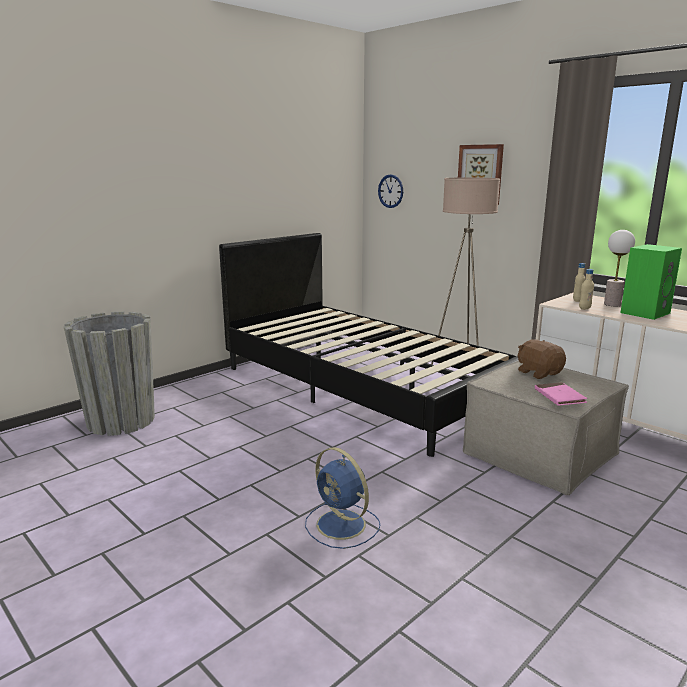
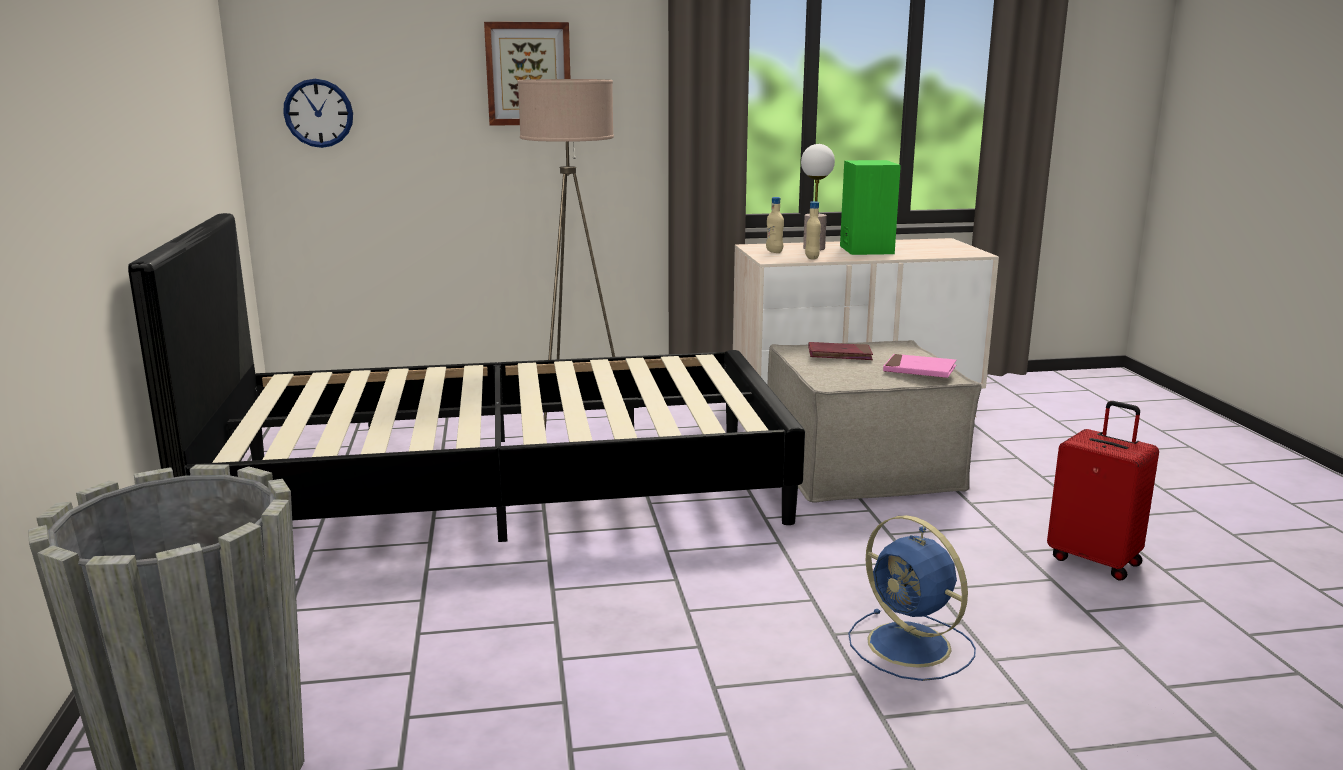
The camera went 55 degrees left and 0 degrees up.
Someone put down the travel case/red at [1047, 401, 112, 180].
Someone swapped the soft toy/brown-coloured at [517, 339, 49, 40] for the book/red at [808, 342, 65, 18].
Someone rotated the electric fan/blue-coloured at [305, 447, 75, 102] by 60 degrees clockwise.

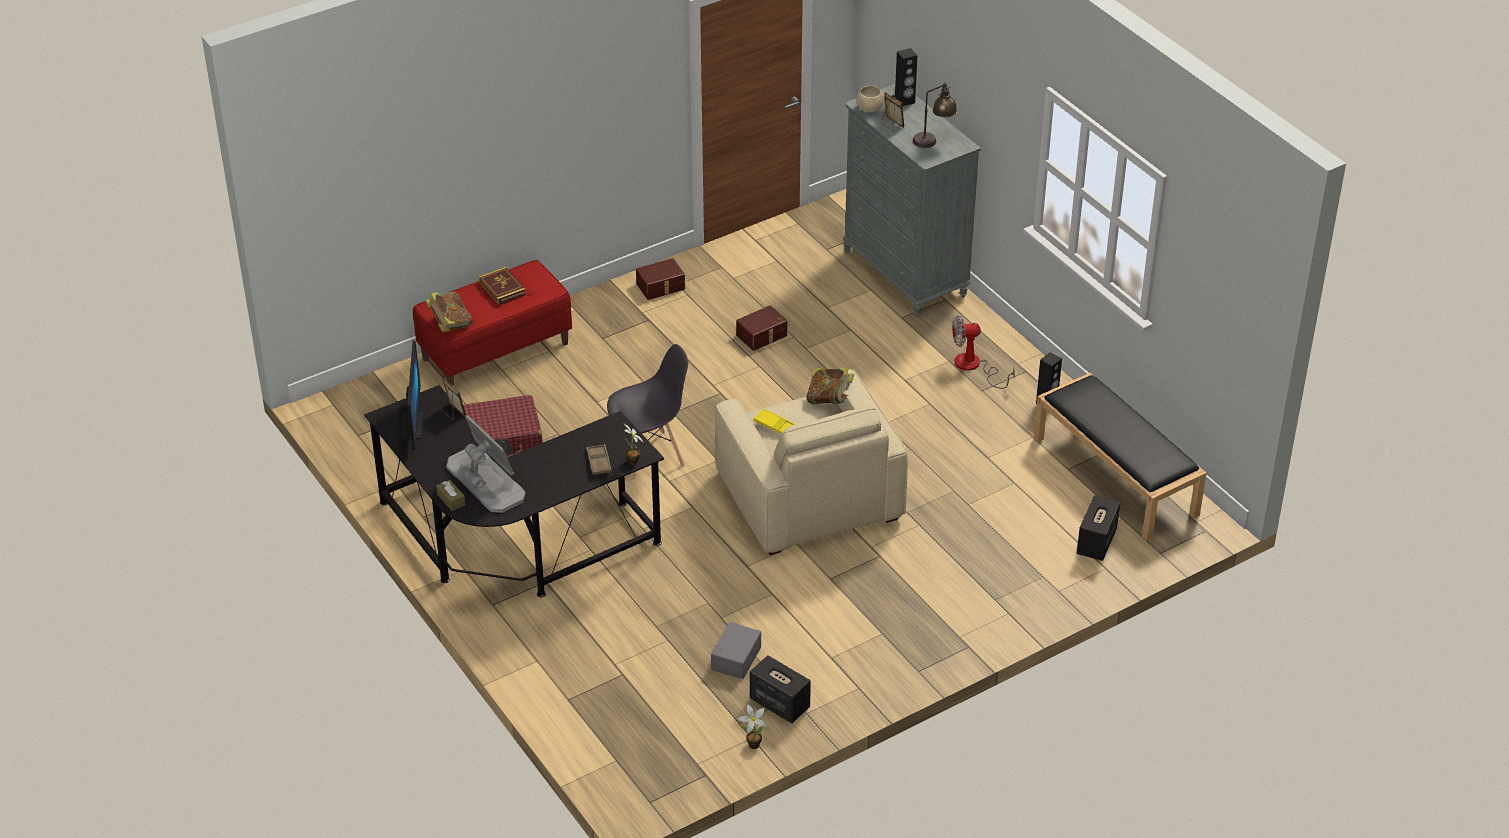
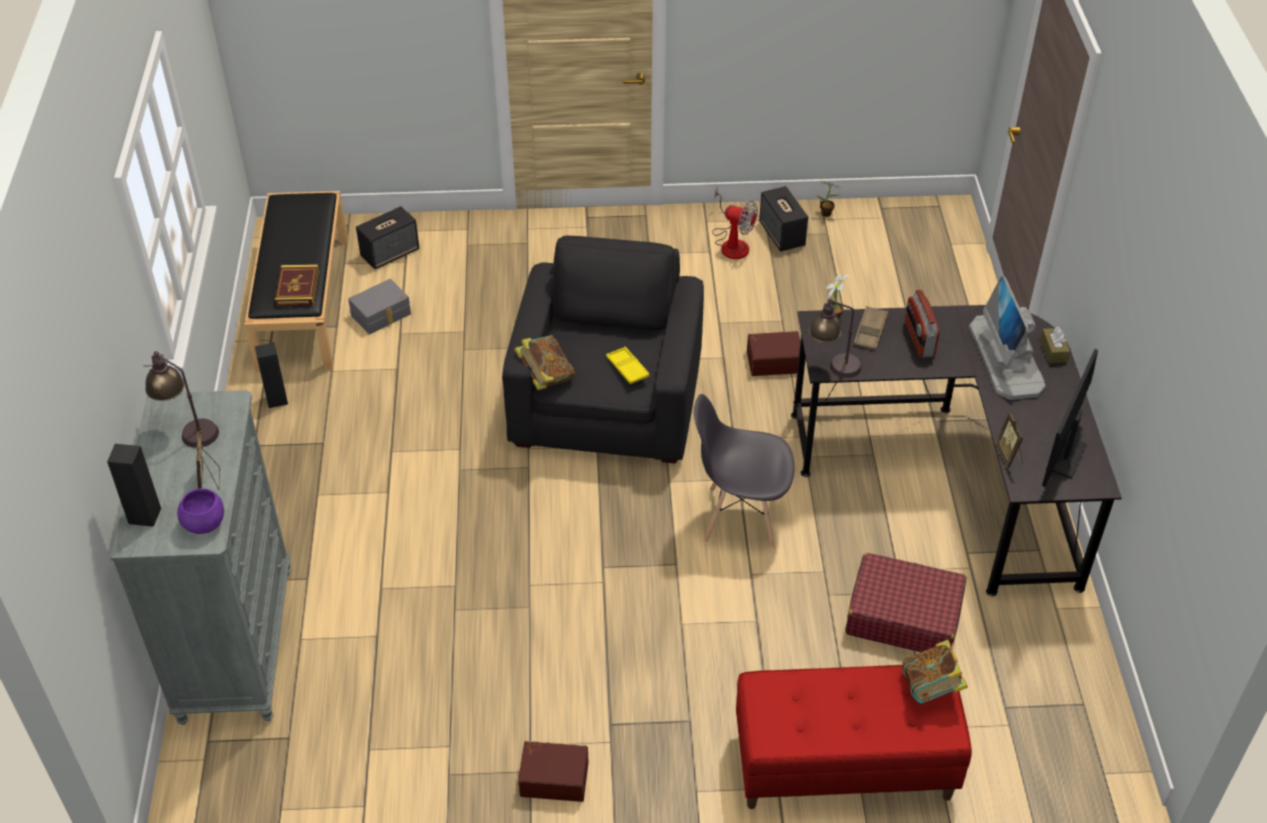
The camera went 150 degrees left and 5 degrees up.
Someone put down the tabletop lamp at [808, 298, 54, 80].
Someone put down the radio set at [905, 290, 35, 68].
Someone carried the book from [479, 267, 47, 38] to [275, 264, 44, 42].
Someone carried the storage box/greyish from [711, 622, 50, 57] to [348, 279, 63, 55].
Someone carried the storage box/brown-coloured from [736, 305, 51, 46] to [747, 331, 53, 45].
Someone carried the electric fan from [952, 315, 63, 74] to [712, 186, 46, 73].
Someone repainted the lounge chair/beige-coloured at [715, 369, 193, 186], which became the lounge chair/blackish at [502, 235, 202, 229].
Someone repainted the serving bowl/beige-coloured at [857, 86, 27, 26], which became the serving bowl/purplish at [177, 488, 47, 46].

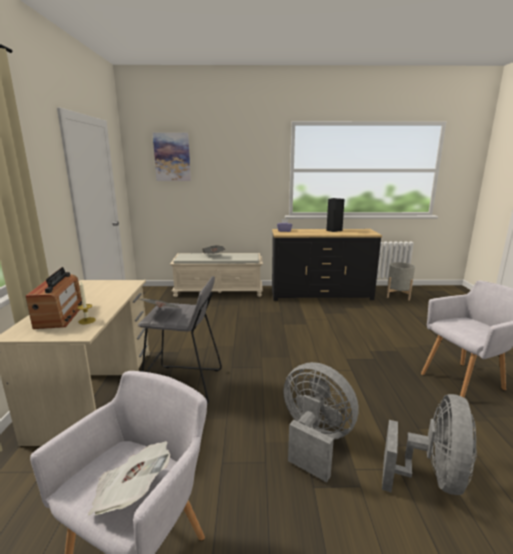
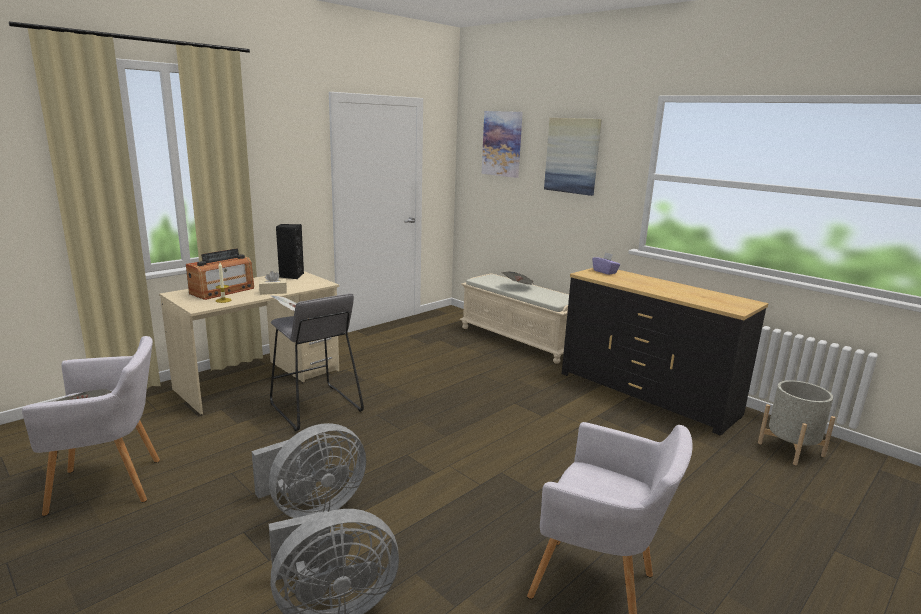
The camera went 45 degrees right and 0 degrees up.
Someone put down the tissue holder/beige-coloured at [259, 271, 28, 24].
Someone put up the wall picture at [544, 118, 58, 78].
Someone carried the audio speaker/blackish from [326, 198, 19, 34] to [276, 224, 28, 55].
Someone rotated the electric fan/greyish at [283, 362, 76, 120] by 60 degrees clockwise.

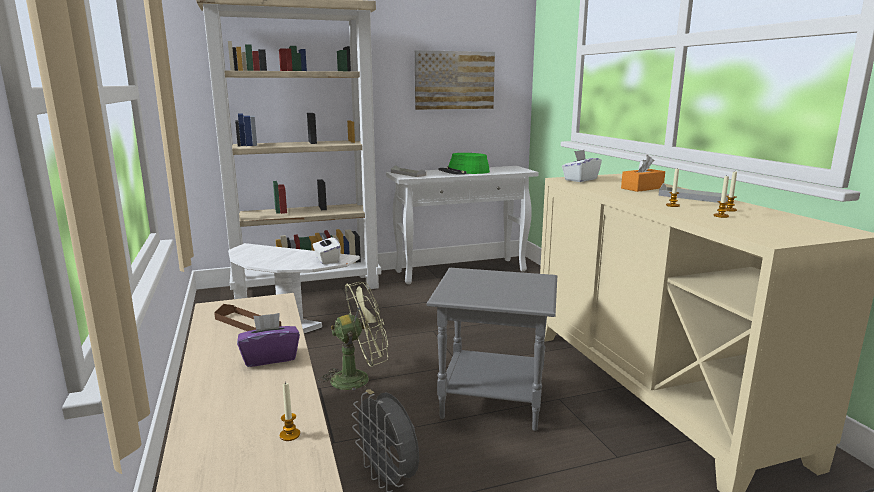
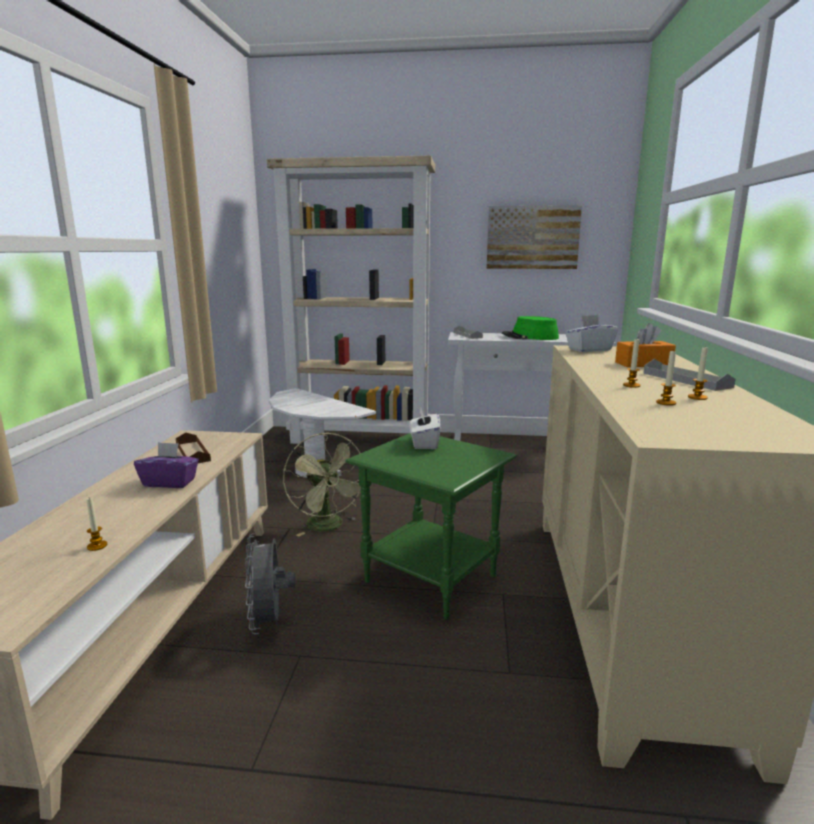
The camera went 25 degrees right and 0 degrees up.
Someone carried the tissue holder/white from [312, 234, 29, 30] to [410, 408, 31, 41].
Someone repainted the end table/greyish at [426, 268, 131, 163], which became the end table/green at [345, 433, 172, 186].
Someone rotated the electric fan/green at [318, 282, 70, 112] by 60 degrees clockwise.

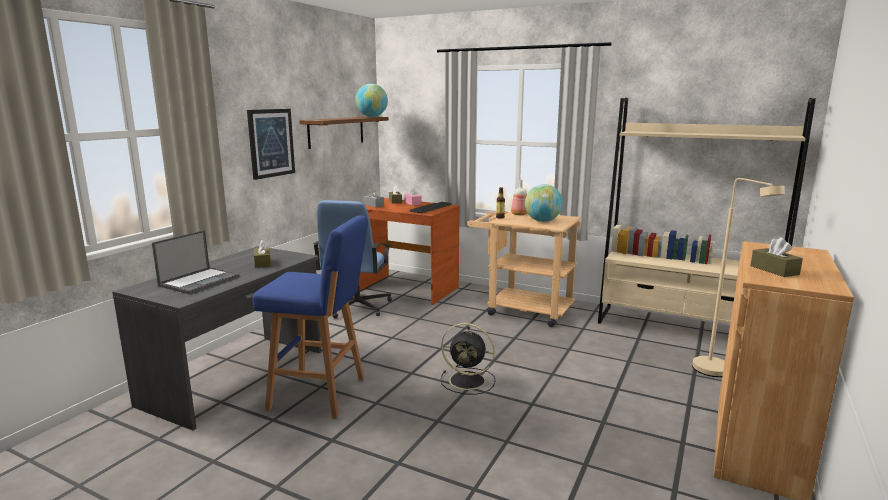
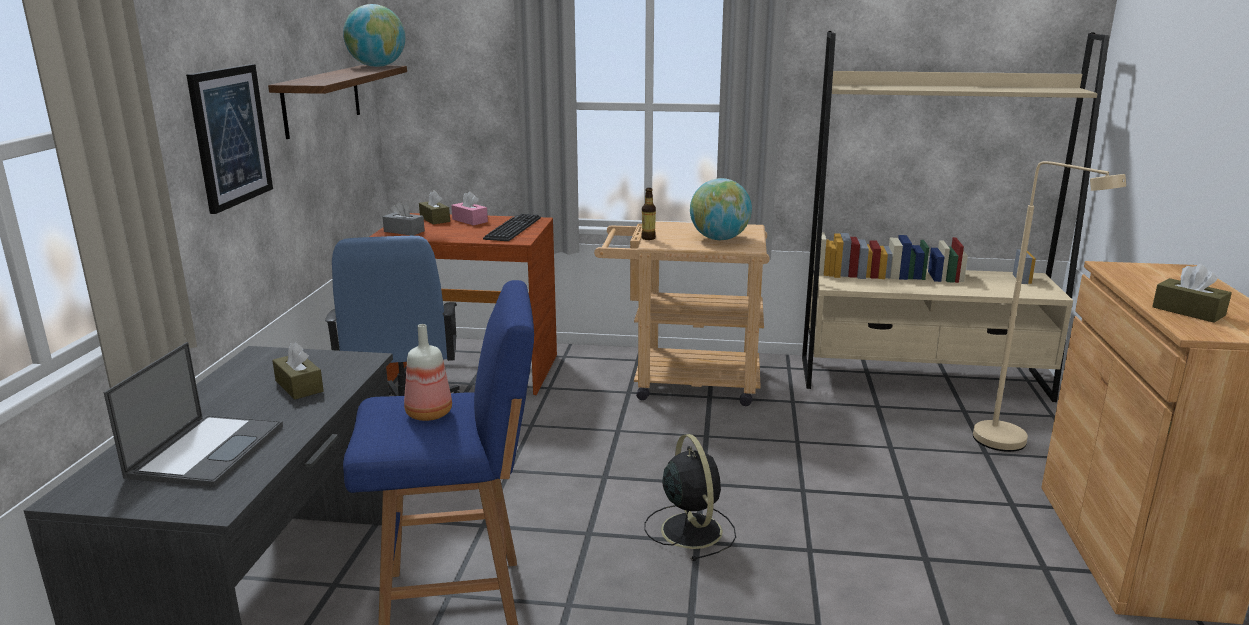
The camera went 20 degrees left and 5 degrees up.
Someone carried the drink bottle from [511, 180, 16, 35] to [404, 324, 48, 97].
Someone rotated the electric fan/blackish at [441, 323, 54, 72] by 105 degrees counterclockwise.

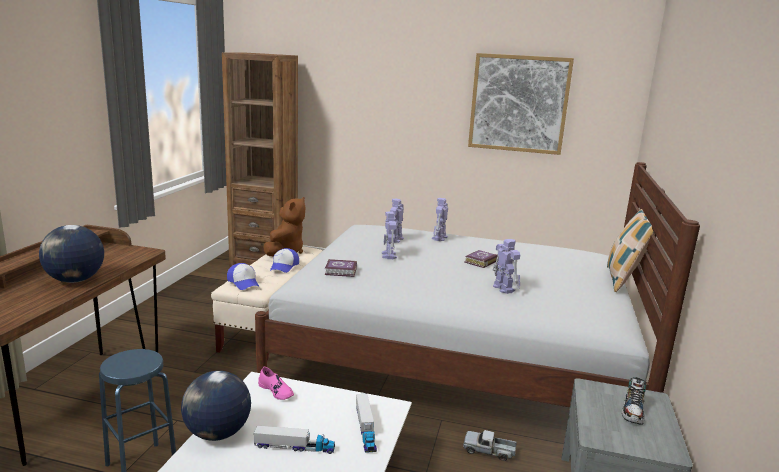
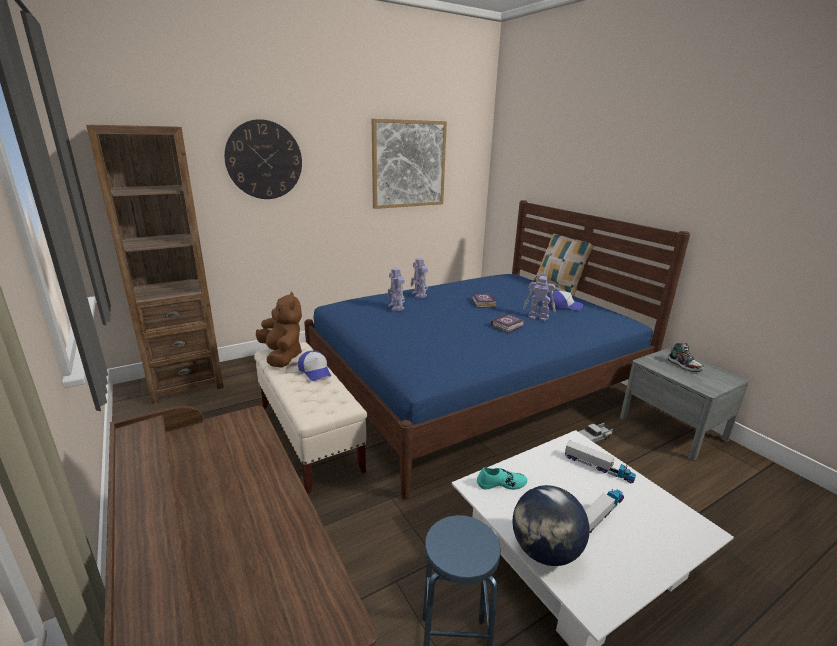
The camera went 45 degrees left and 5 degrees up.
Someone took away the desk globe at [39, 225, 65, 58].
Someone took away the robot figure at [382, 212, 15, 47].
Someone put up the clock on the wall at [224, 119, 78, 80].
Someone carried the cap from [227, 263, 32, 27] to [548, 291, 35, 19].
Someone carried the book from [325, 259, 32, 18] to [491, 314, 33, 19].
Someone repainted the bed/white at [255, 162, 445, 245], which became the bed/blue-coloured at [304, 200, 386, 299].
Someone repainted the shoe/pink-coloured at [258, 367, 36, 33], which became the shoe/turquoise-coloured at [477, 467, 50, 23].

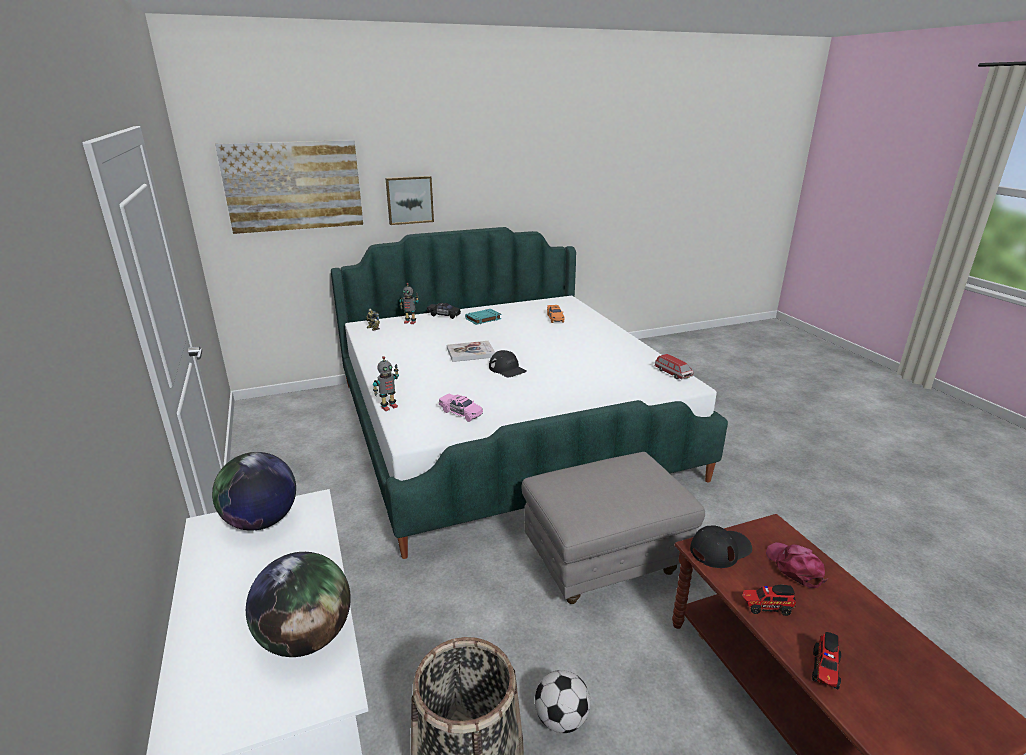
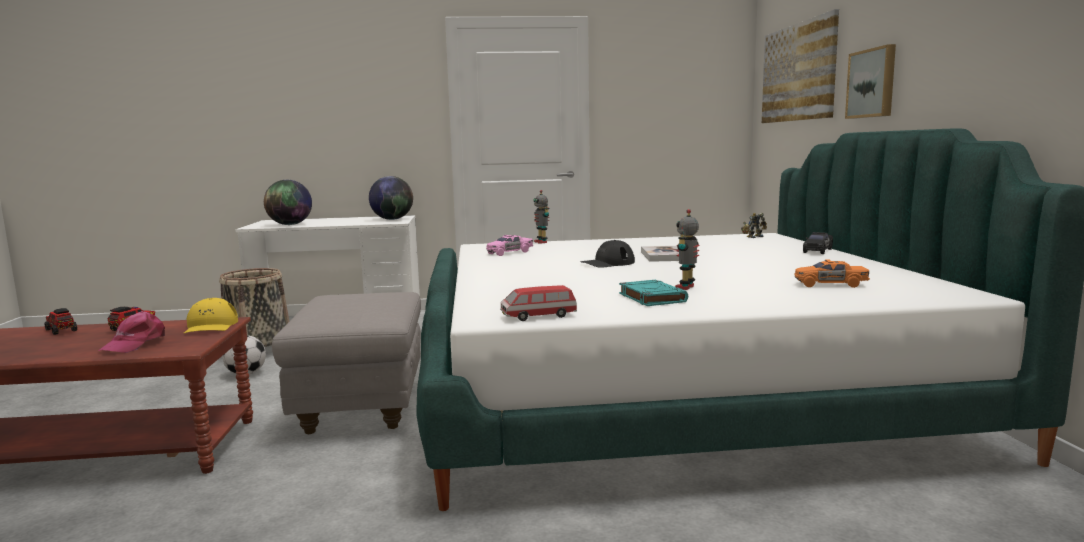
The camera went 105 degrees right and 15 degrees down.
Someone carried the robot figure from [399, 283, 20, 41] to [675, 209, 24, 81].
Someone carried the book/turquoise-coloured from [465, 309, 36, 16] to [619, 280, 69, 26].
Someone repainted the cap/blackish at [690, 525, 62, 43], which became the cap/yellow at [184, 298, 54, 35].
Someone rotated the cap/pink-coloured at [766, 542, 62, 46] by 105 degrees clockwise.

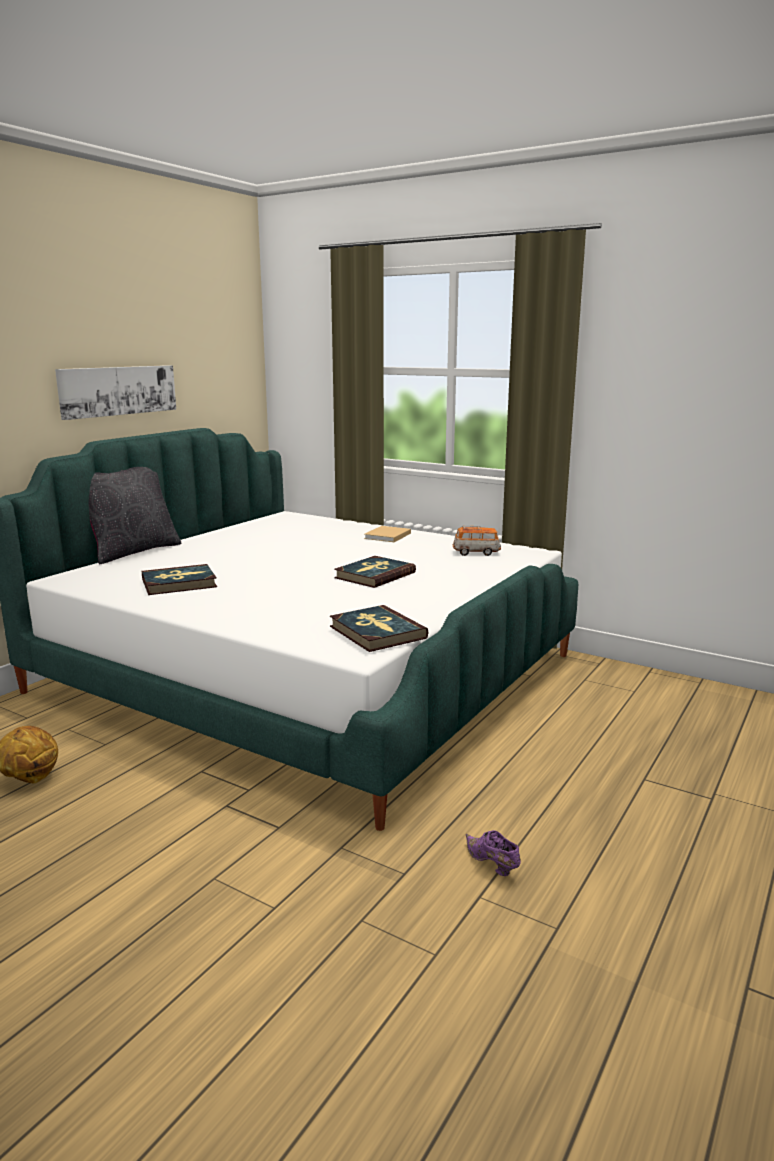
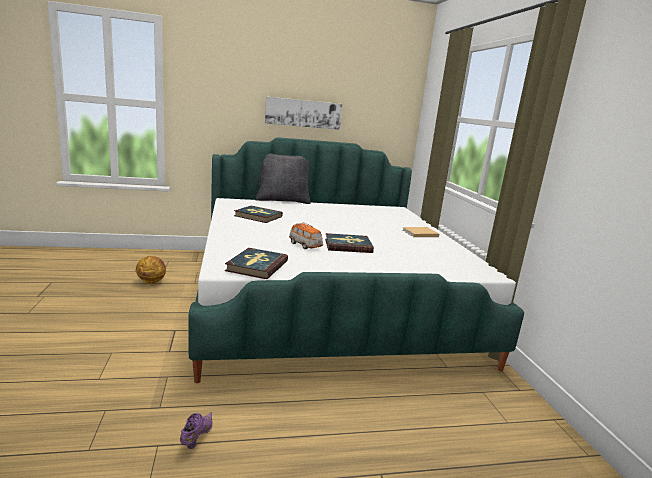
The camera went 45 degrees right and 0 degrees up.
Someone carried the toy car from [453, 526, 48, 30] to [289, 222, 34, 27].

